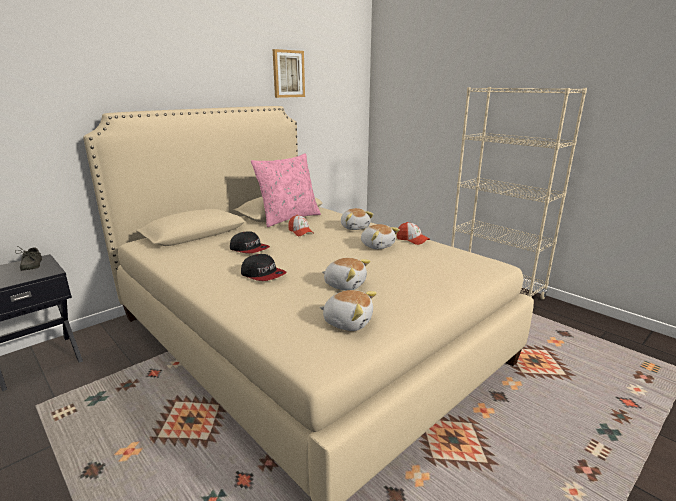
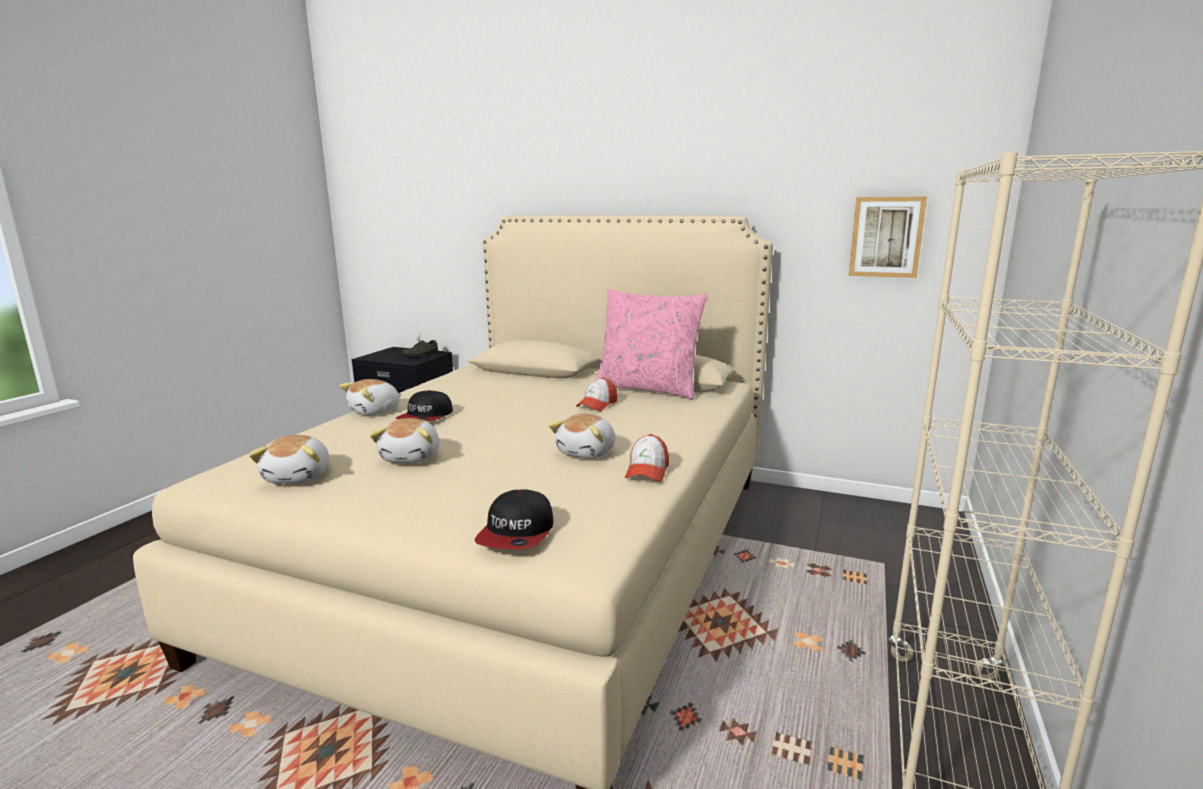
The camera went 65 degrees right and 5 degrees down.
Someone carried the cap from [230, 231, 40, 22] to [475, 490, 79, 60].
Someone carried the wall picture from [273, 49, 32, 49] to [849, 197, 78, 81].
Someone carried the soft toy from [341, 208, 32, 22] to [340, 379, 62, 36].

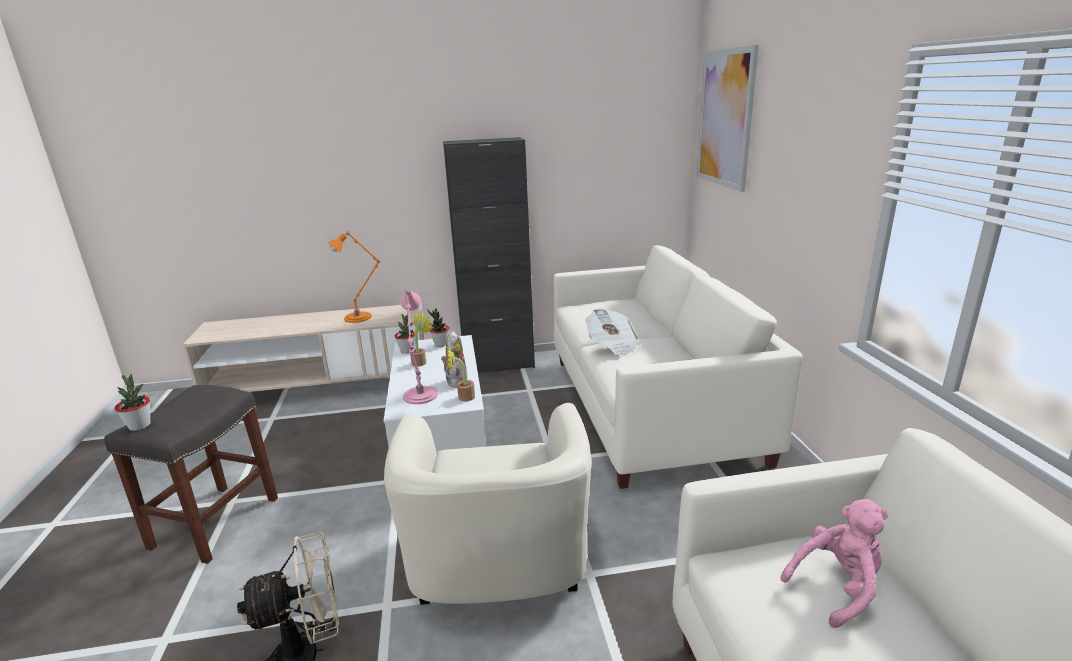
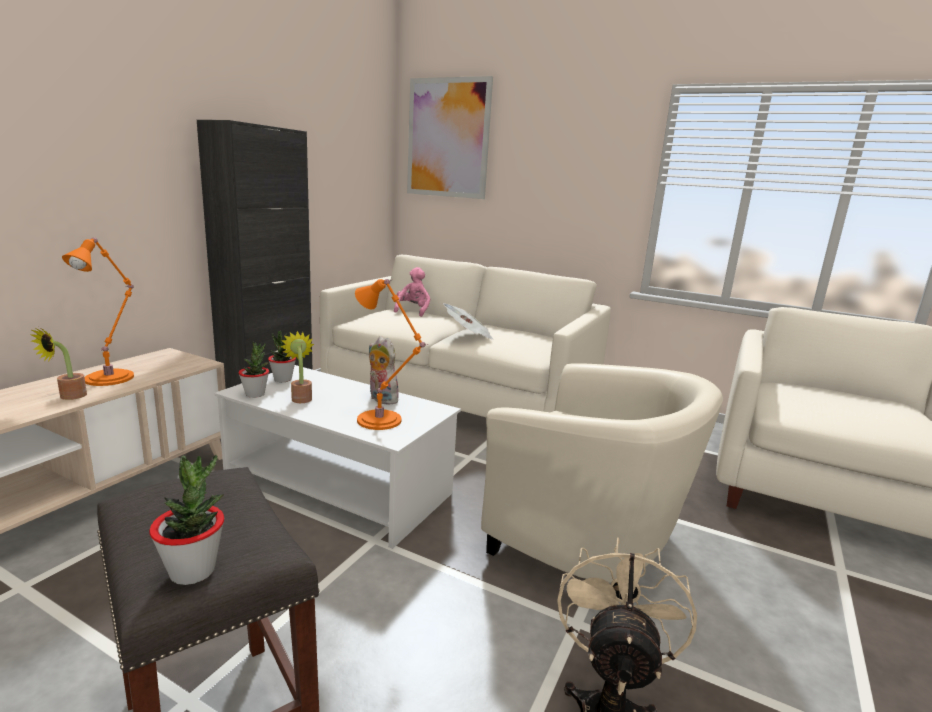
The camera went 55 degrees left and 5 degrees down.
Someone carried the plant in a pot from [446, 348, 29, 53] to [30, 328, 57, 72].
Someone carried the soft toy/pink-coloured from [780, 499, 108, 129] to [394, 267, 36, 50].
Someone repainted the tabletop lamp/pink-coloured at [400, 289, 38, 115], which became the tabletop lamp/orange at [355, 279, 73, 151].

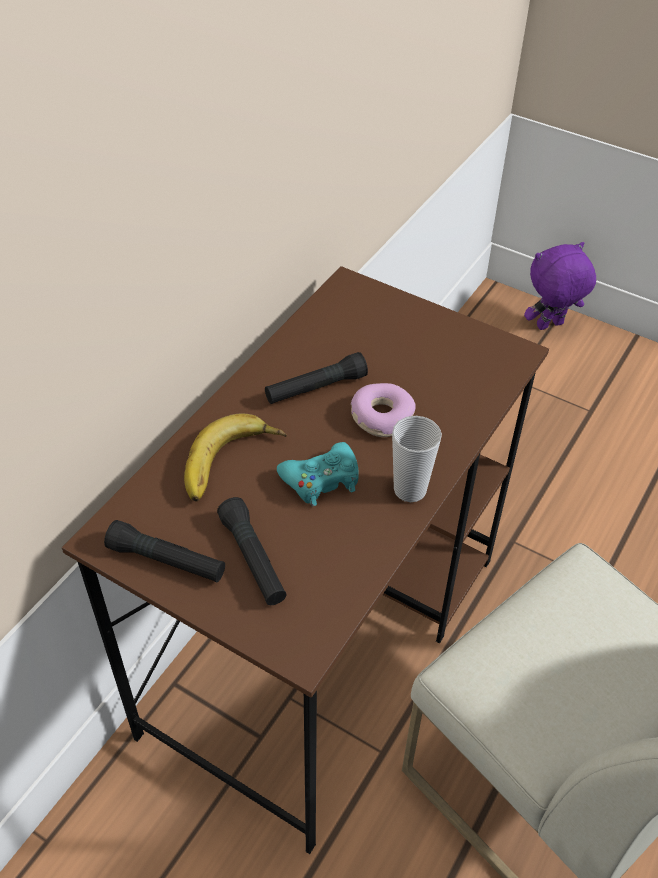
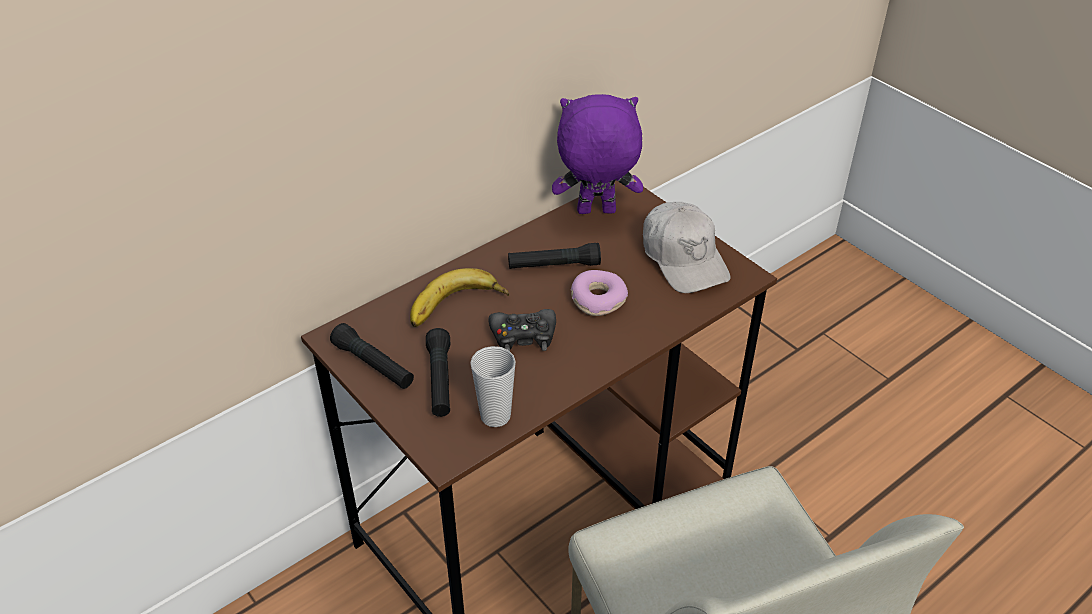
The camera went 20 degrees right and 5 degrees down.
Someone put down the cap/white at [643, 202, 87, 91].
Someone carried the cup from [392, 416, 50, 86] to [470, 346, 46, 81].
Someone carried the soft toy/purplish from [524, 242, 72, 88] to [552, 94, 91, 120].
Someone repainted the game controller/turquoise-coloured at [277, 442, 82, 64], which became the game controller/blackish at [489, 309, 67, 42].

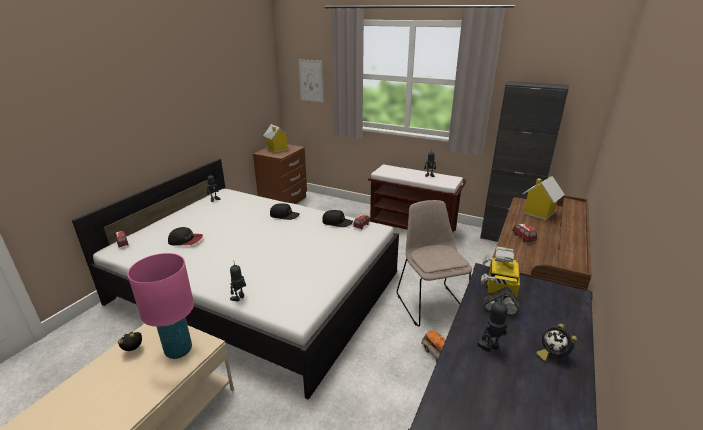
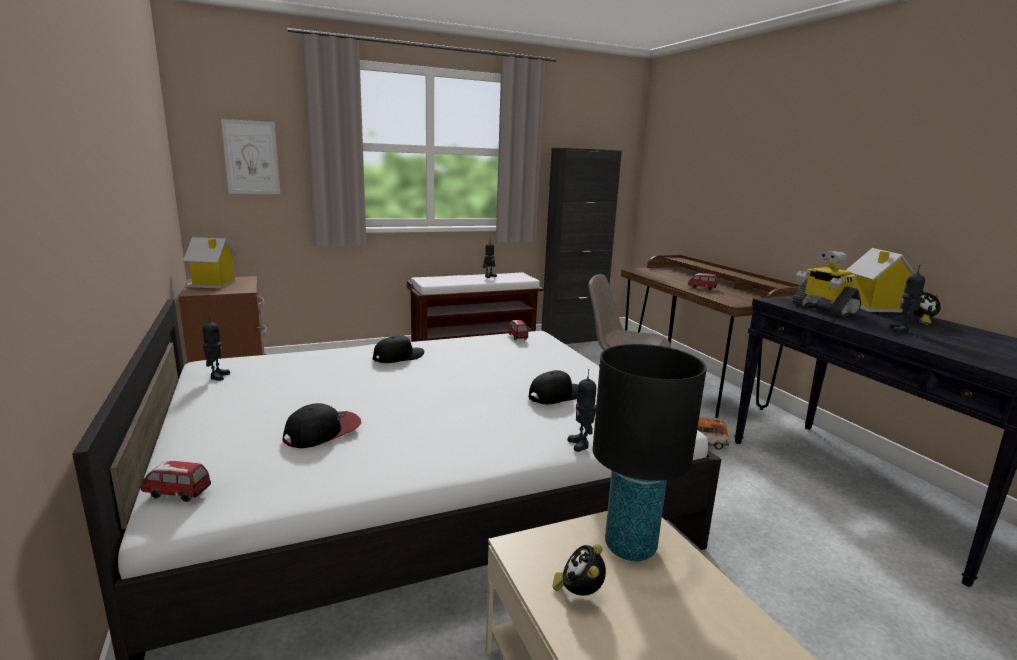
The camera went 50 degrees left and 10 degrees down.
Someone carried the cap/blackish from [322, 210, 31, 17] to [529, 370, 49, 34].
Someone carried the toy house from [522, 176, 43, 44] to [846, 248, 69, 64].
Someone repainted the tabletop lamp/pink-coloured at [127, 253, 67, 106], which became the tabletop lamp/blackish at [593, 344, 114, 217].

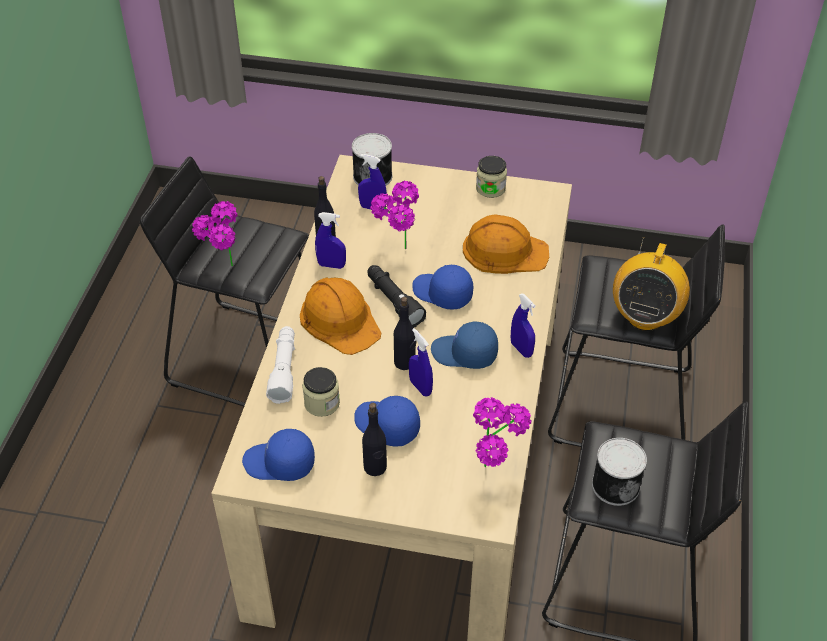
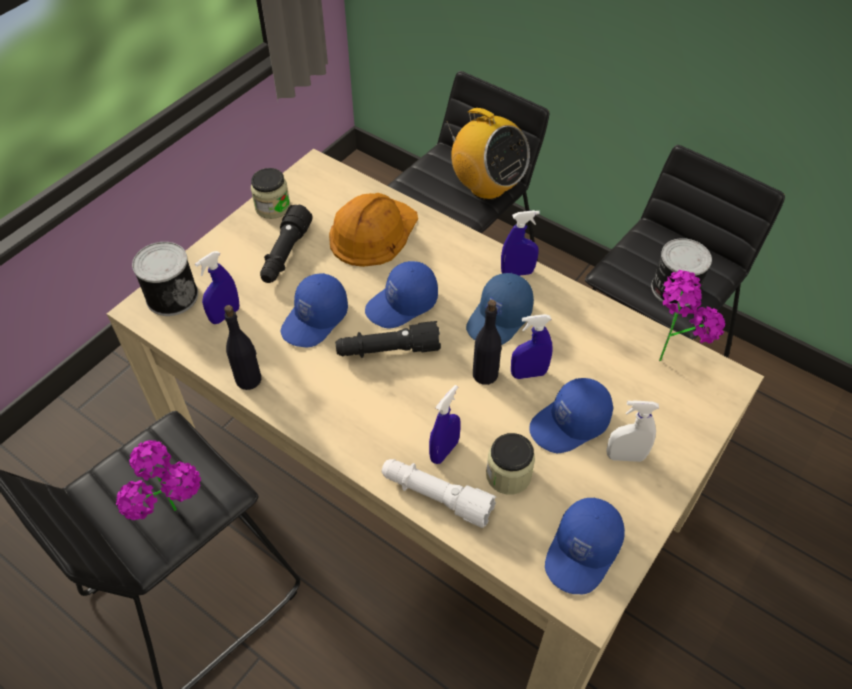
The camera went 65 degrees left and 5 degrees up.
Someone took away the hard hat/orange at [300, 277, 81, 78].
Someone put down the torch/blackish at [260, 204, 53, 79].
Someone carried the spray bottle/blue-coloured from [315, 212, 31, 57] to [429, 385, 32, 79].
Someone swapped the drink bottle/blackish at [362, 403, 25, 73] for the spray bottle/white at [606, 400, 53, 62].
Someone swapped the plant in a pot at [370, 181, 49, 68] for the cap/blue-coloured at [281, 273, 67, 74].

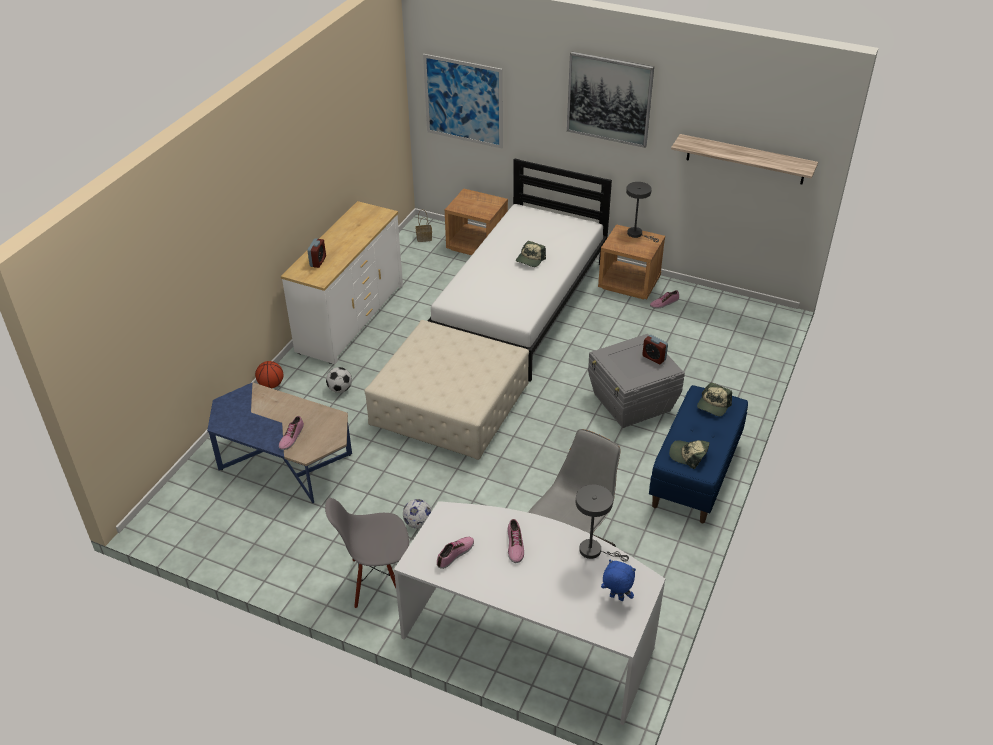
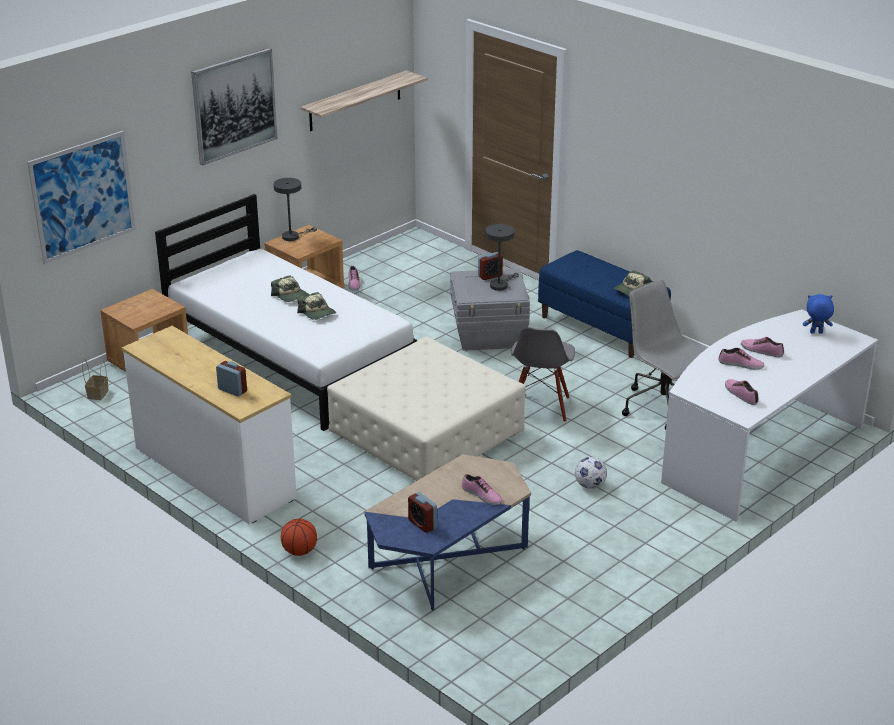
The camera went 70 degrees left and 10 degrees down.
Someone took away the football at [326, 367, 26, 26].
Someone put down the table clock at [408, 492, 29, 41].
Someone put down the shoe at [741, 337, 43, 20].
Someone carried the chair/greyish from [325, 498, 84, 111] to [511, 327, 64, 95].
Someone carried the tabletop lamp/greyish from [576, 484, 53, 78] to [485, 224, 34, 67].
Someone carried the cap from [697, 383, 35, 33] to [297, 292, 39, 28].
Someone rotated the soft toy/blue-coloured at [601, 559, 35, 42] by 45 degrees clockwise.

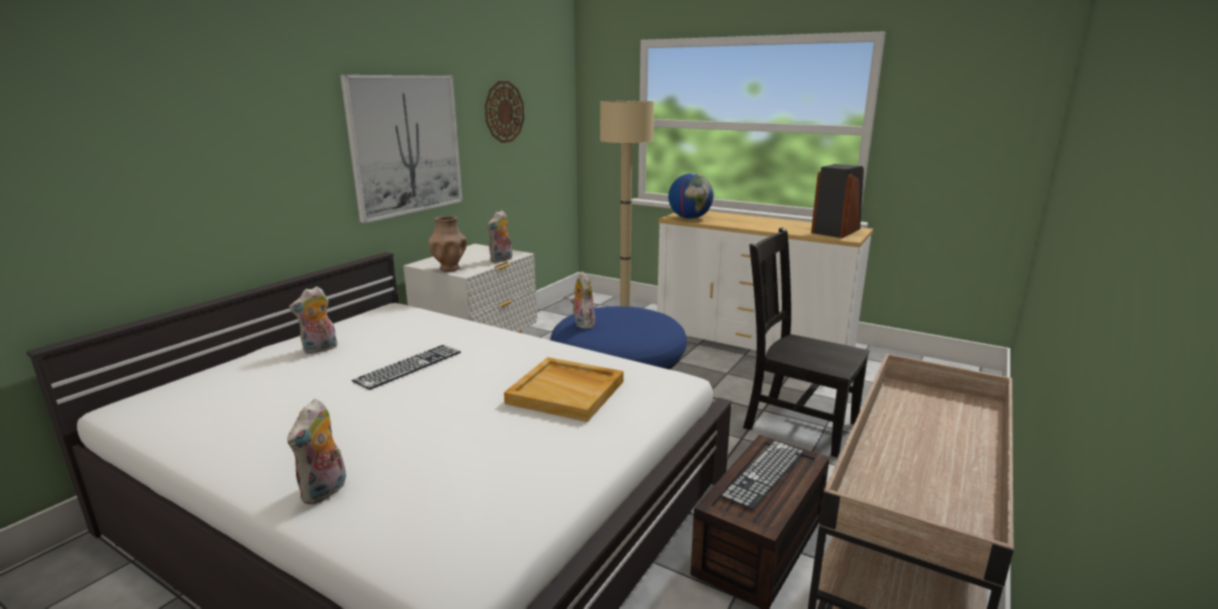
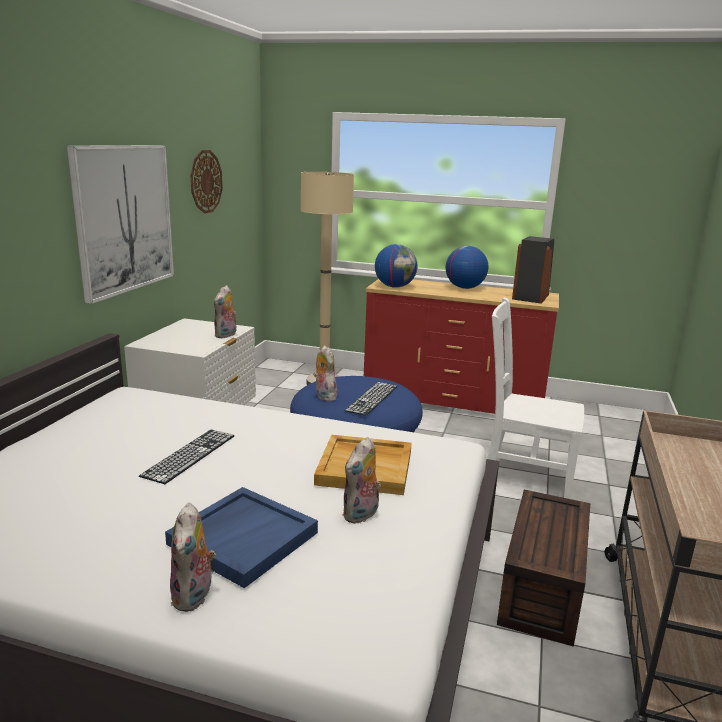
The camera went 15 degrees left and 0 degrees up.
Someone took away the flower vase/brown-coloured at [429, 216, 38, 56].
Someone put down the carrying tray/blue-coloured at [165, 487, 153, 101].
Someone put down the desk globe at [446, 246, 43, 43].
Someone carried the soft toy from [289, 286, 48, 68] to [342, 437, 39, 87].
Someone carried the keyboard from [720, 441, 84, 69] to [344, 382, 54, 34].
Someone repainted the dresser/white at [657, 211, 216, 142], which became the dresser/red at [364, 279, 195, 135].
Someone repainted the chair/blackish at [743, 227, 126, 230], which became the chair/white at [487, 297, 97, 202].

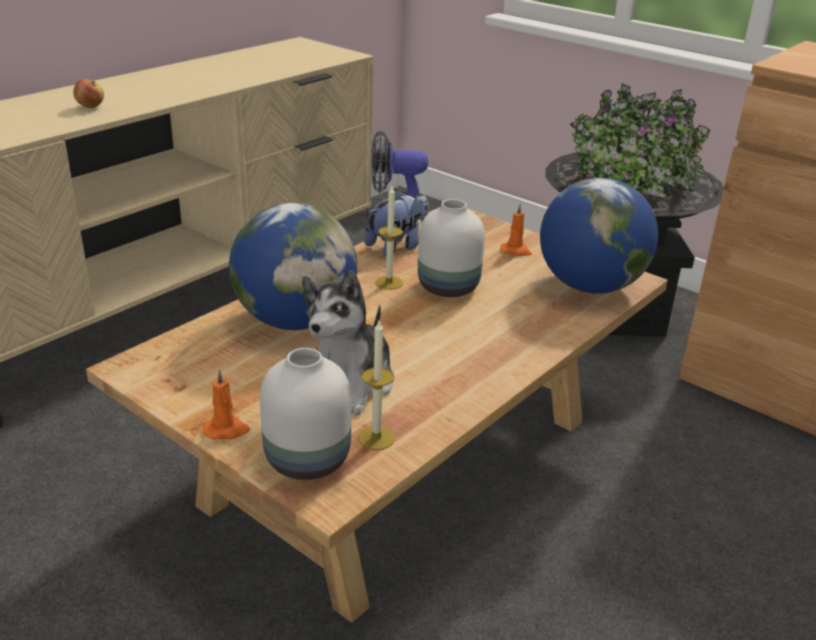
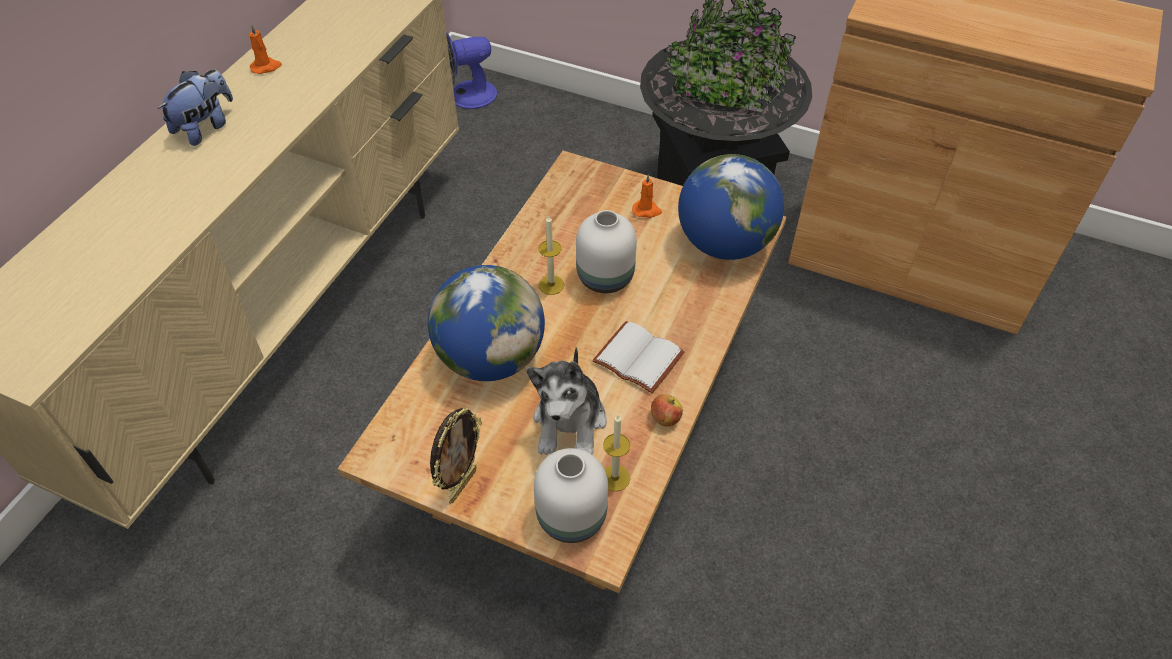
The camera went 15 degrees left and 20 degrees up.
Someone put down the picture frame at [430, 407, 52, 97].
Someone put down the book/white at [592, 321, 93, 72].
Someone carried the apple fruit from [73, 79, 31, 29] to [651, 394, 32, 33].
Someone carried the wax light/orange from [203, 369, 47, 71] to [249, 24, 33, 50].
Someone carried the soft toy from [365, 189, 64, 68] to [158, 69, 75, 77].

